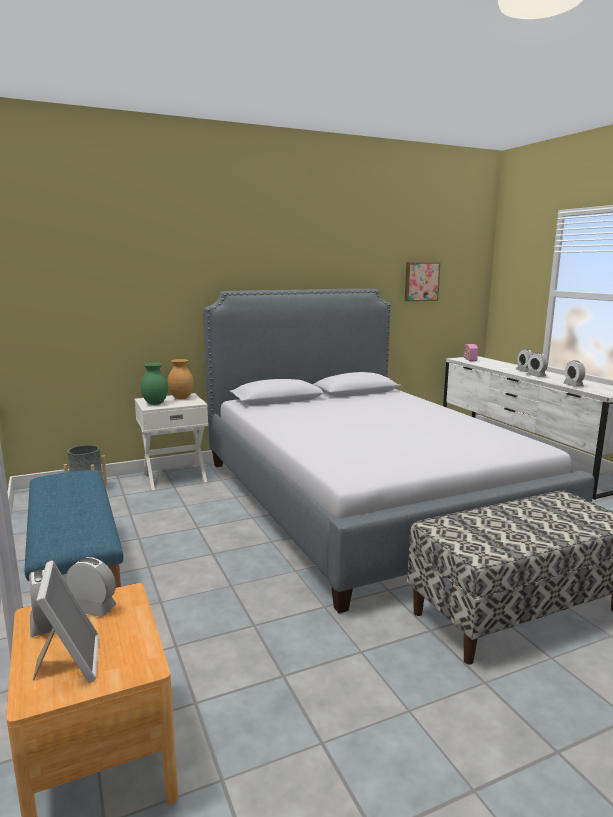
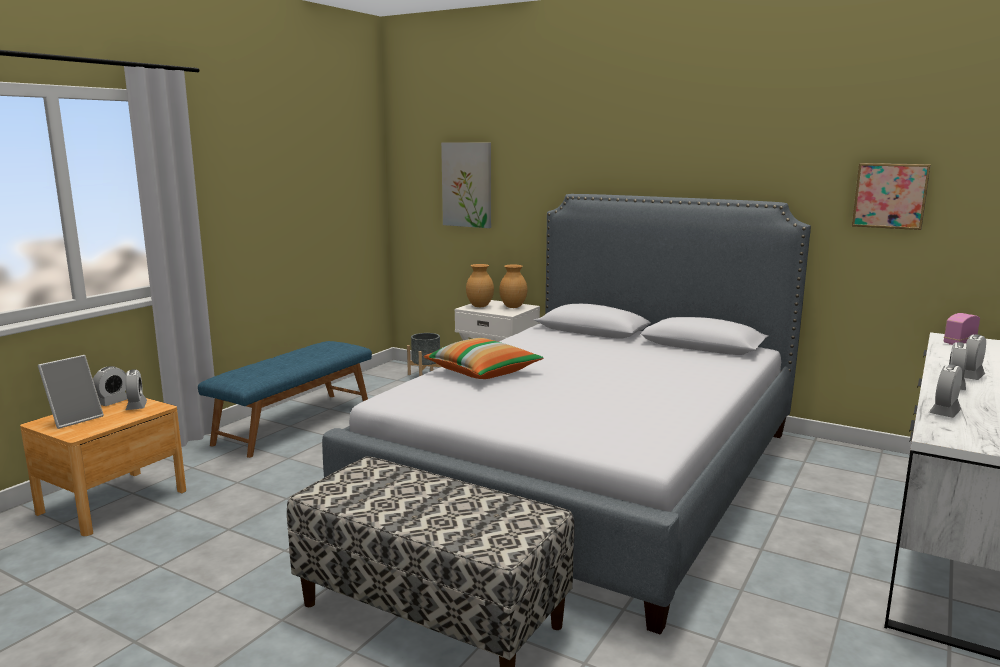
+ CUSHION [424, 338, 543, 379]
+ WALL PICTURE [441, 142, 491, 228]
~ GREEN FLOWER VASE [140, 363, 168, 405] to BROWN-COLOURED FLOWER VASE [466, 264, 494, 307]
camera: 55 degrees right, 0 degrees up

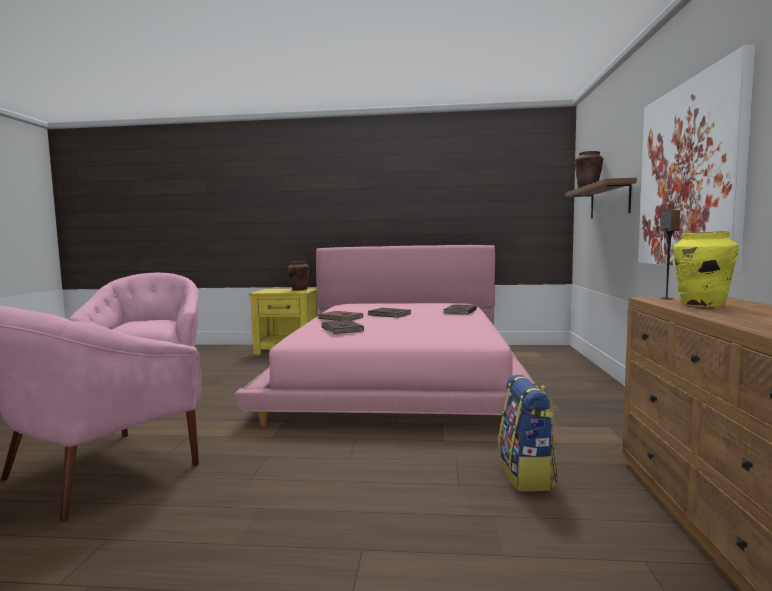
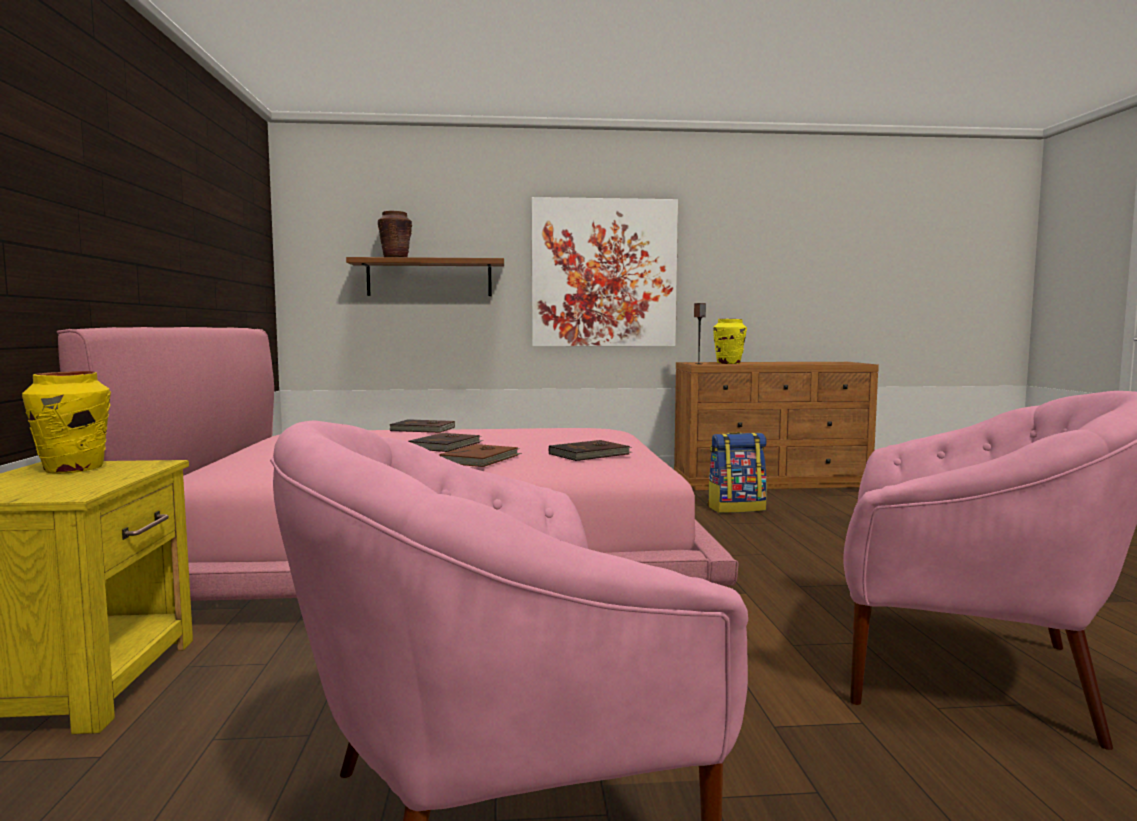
~ BROWN-COLOURED FLOWER VASE [288, 261, 309, 290] to YELLOWISH FLOWER VASE [22, 371, 111, 473]
camera: 100 degrees left, 0 degrees up

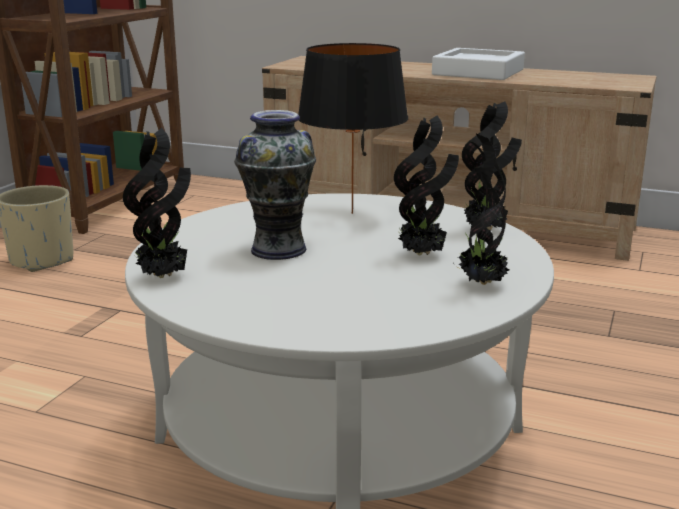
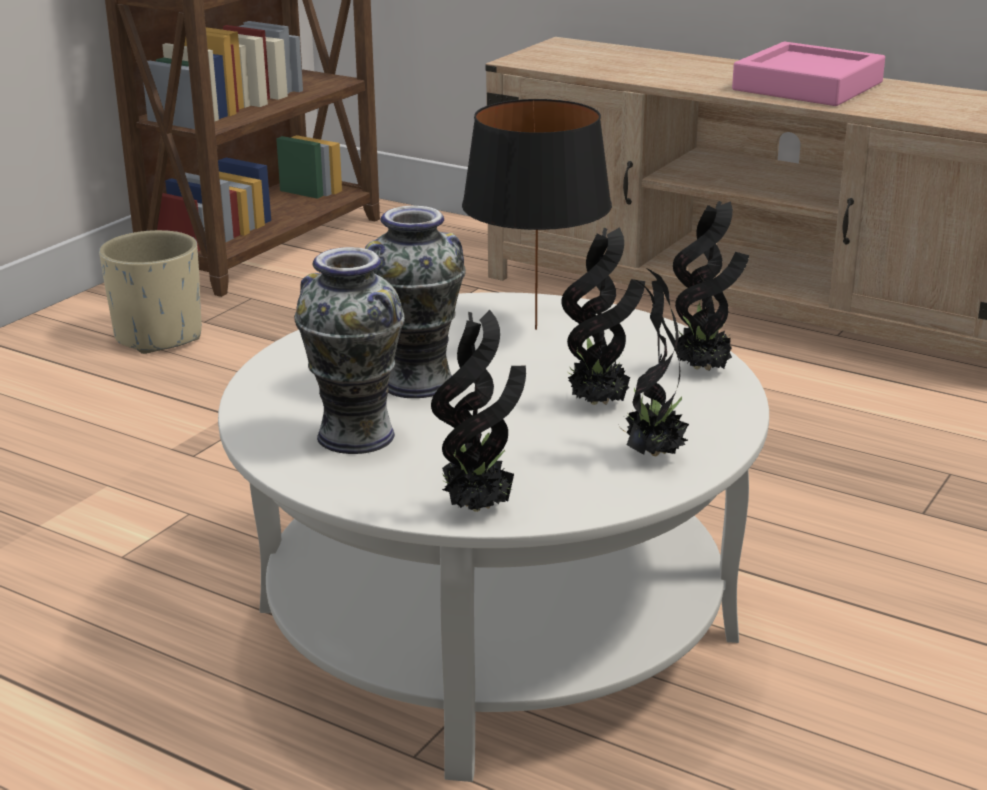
+ FLOWER VASE [294, 247, 405, 454]
~ PLANT IN A POT [123, 128, 191, 278] to [431, 310, 526, 512]
~ WHITE-COLOURED TRAY [432, 48, 525, 80] to PINKISH TRAY [732, 41, 885, 106]
camera: 10 degrees right, 5 degrees up

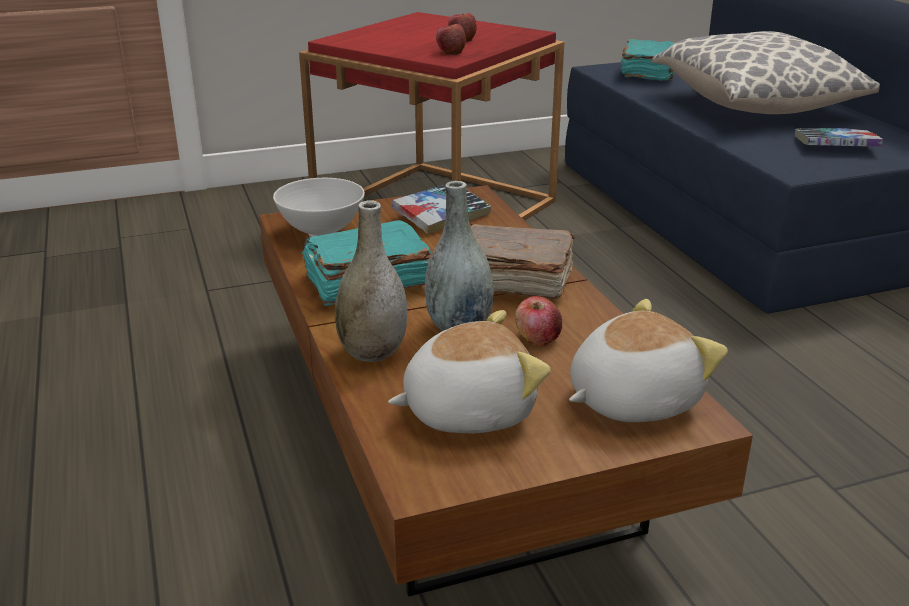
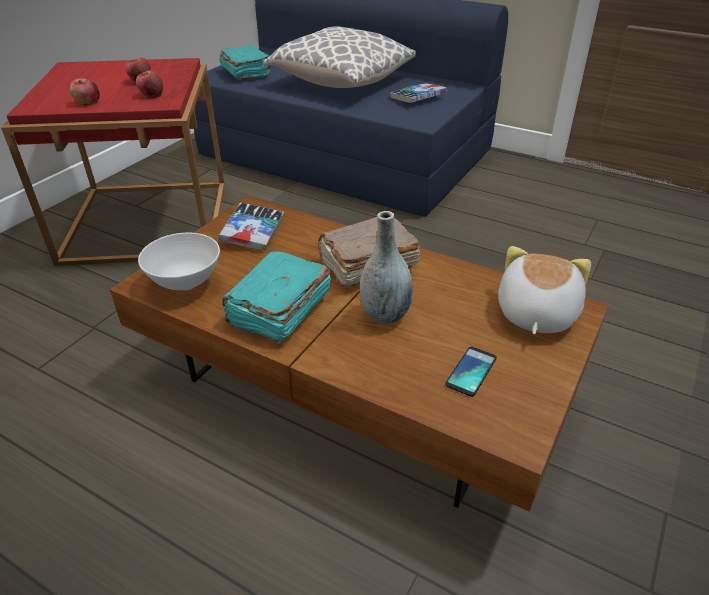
~ APPLE [515, 296, 562, 347] to [69, 78, 100, 106]
~ CUDDLY TOY [388, 310, 551, 433] to HANDSET [445, 347, 497, 397]
- GREYISH FLOWER VASE [335, 200, 407, 362]
camera: 40 degrees left, 10 degrees up

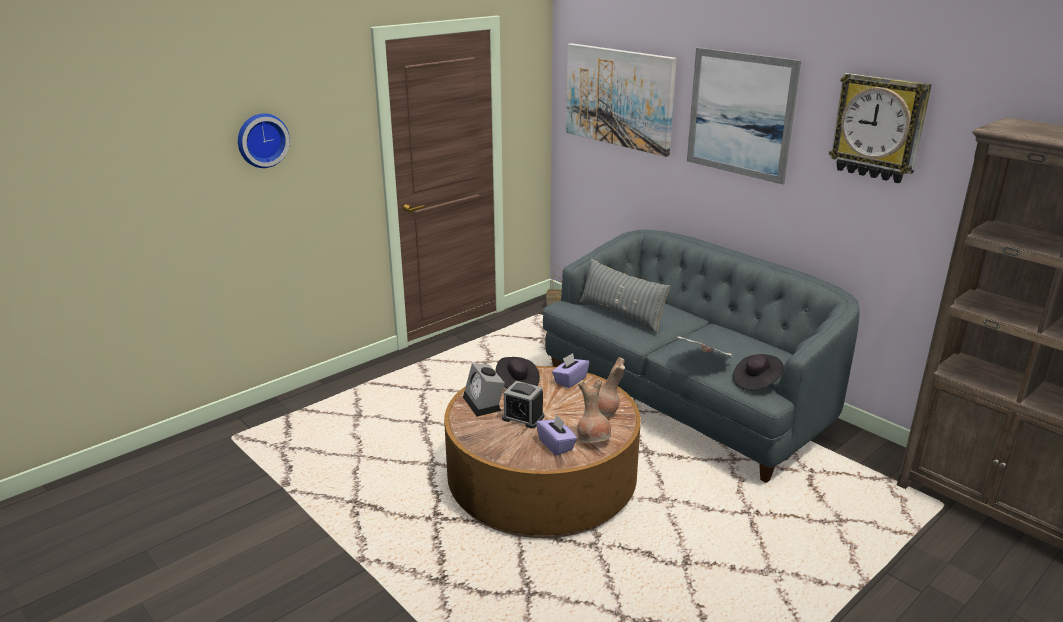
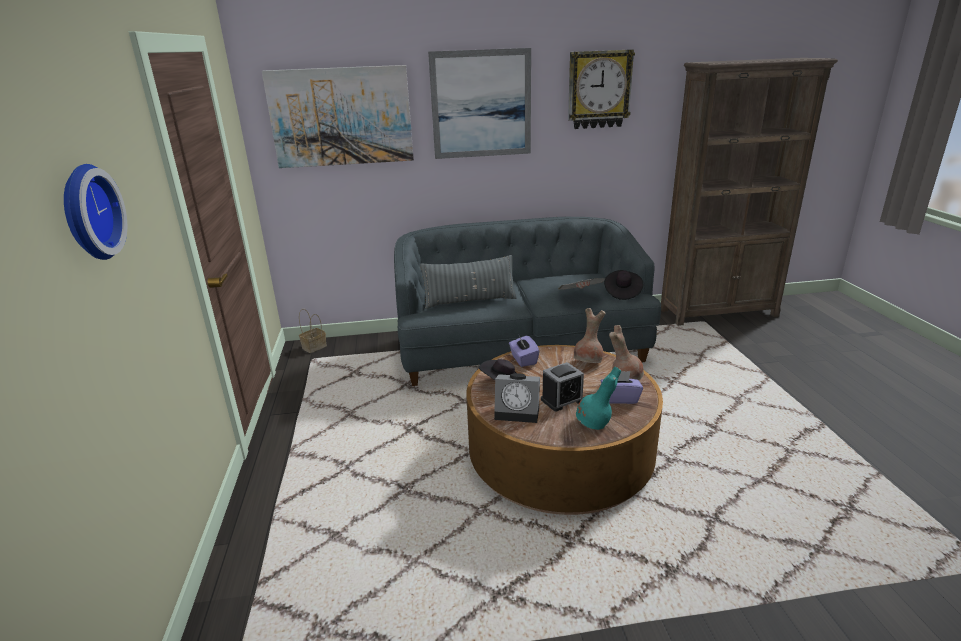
+ TURQUOISE FLOWER VASE [576, 367, 621, 430]
camera: 55 degrees left, 0 degrees up

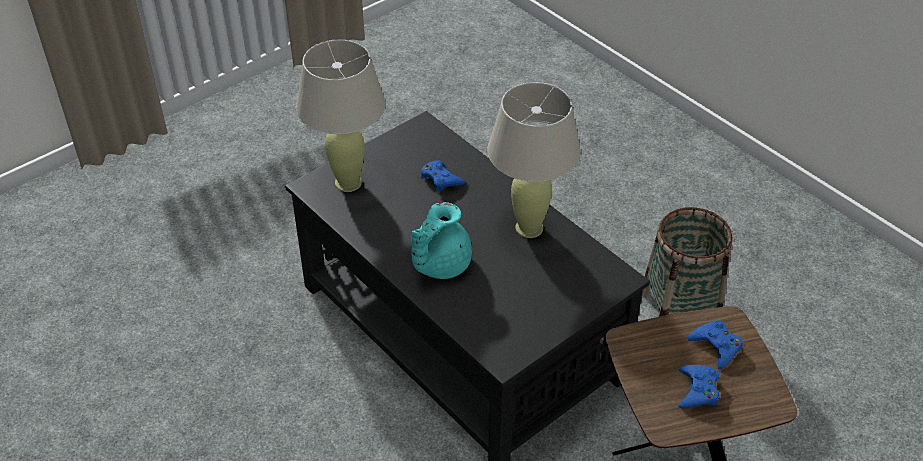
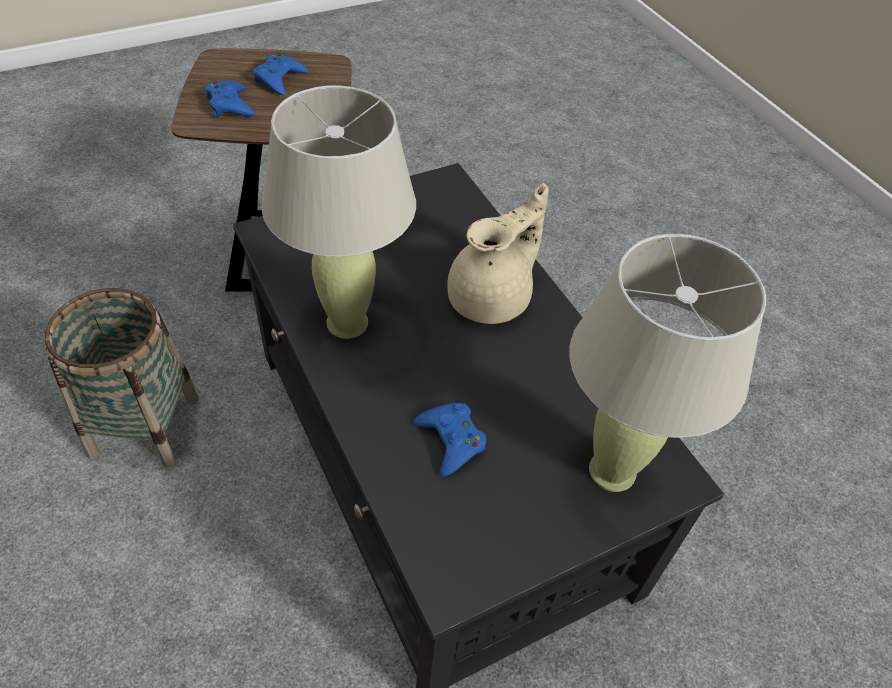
~ TURQUOISE POT FOR TEA [411, 202, 472, 279] to BEIGE-COLOURED POT FOR TEA [447, 183, 549, 324]
camera: 170 degrees left, 5 degrees up

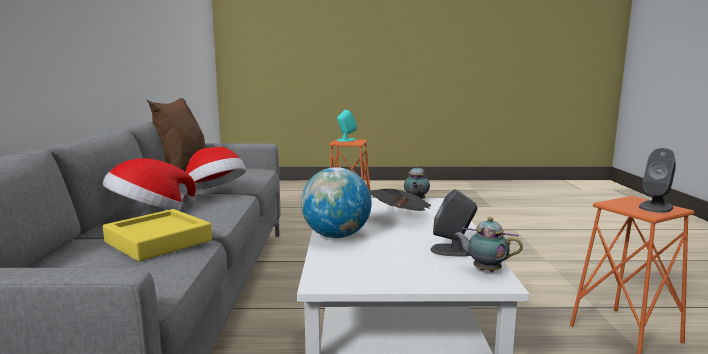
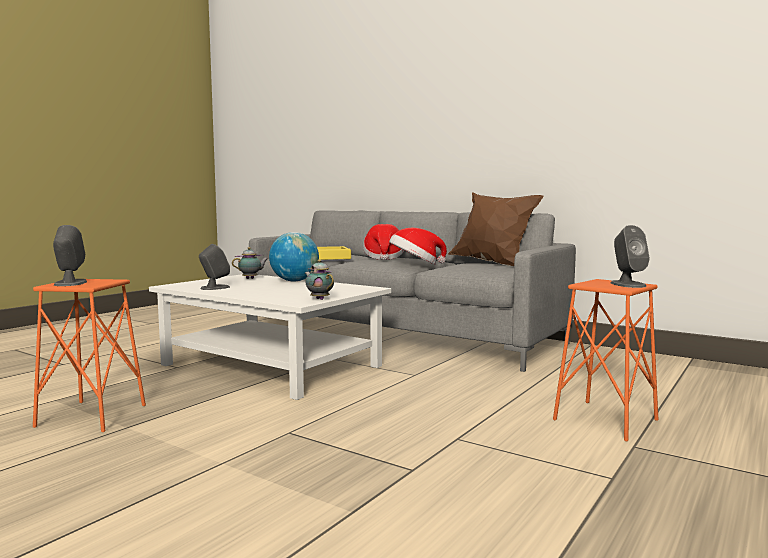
~ POT FOR TEA [454, 217, 523, 272] to [232, 247, 268, 279]
~ TURQUOISE SPEAKER [337, 110, 357, 142] to GREYISH SPEAKER [611, 225, 650, 288]
- DAILY PAPER [370, 189, 431, 211]
camera: 125 degrees right, 5 degrees down

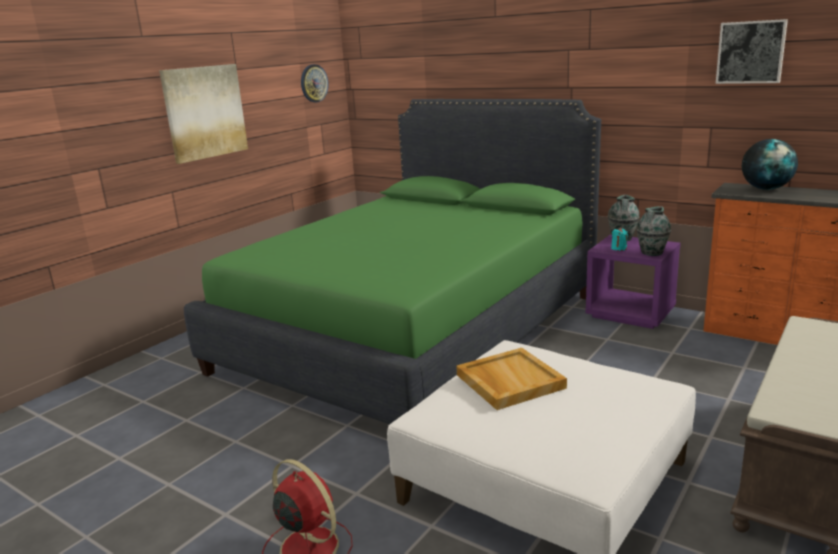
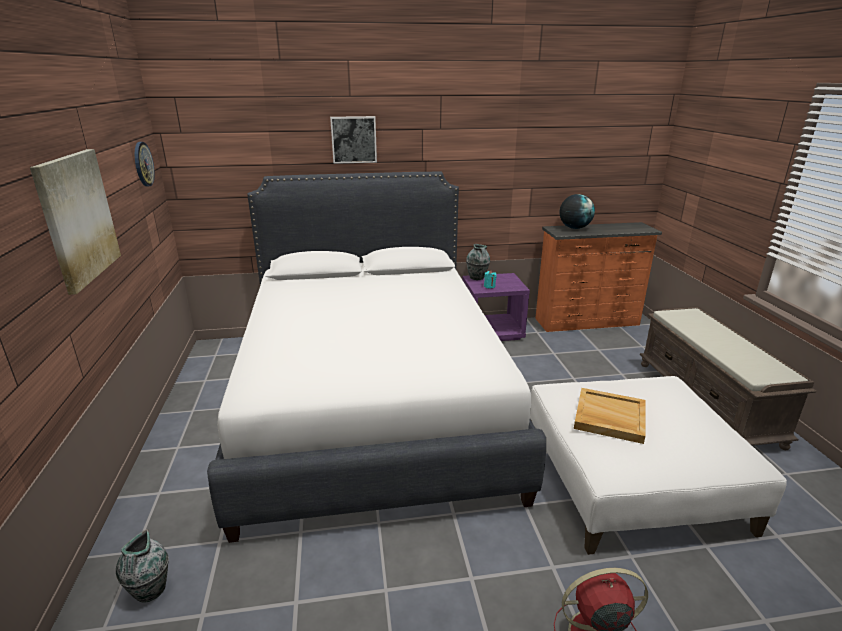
~ FLOWER VASE [636, 206, 671, 256] to [116, 529, 169, 603]
~ GREEN SLEEPING BED [184, 99, 601, 424] to WHITE-COLOURED SLEEPING BED [207, 172, 546, 543]
~ WALL PICTURE [716, 19, 788, 84] to [330, 116, 377, 164]
camera: 45 degrees left, 5 degrees up

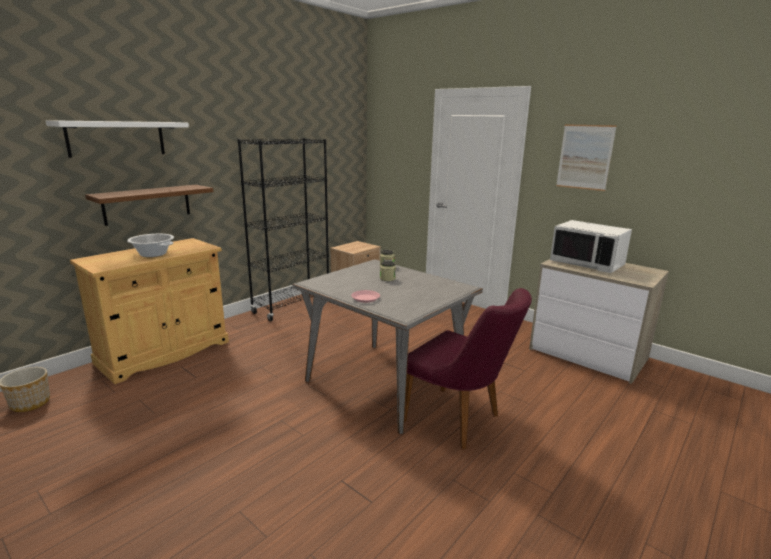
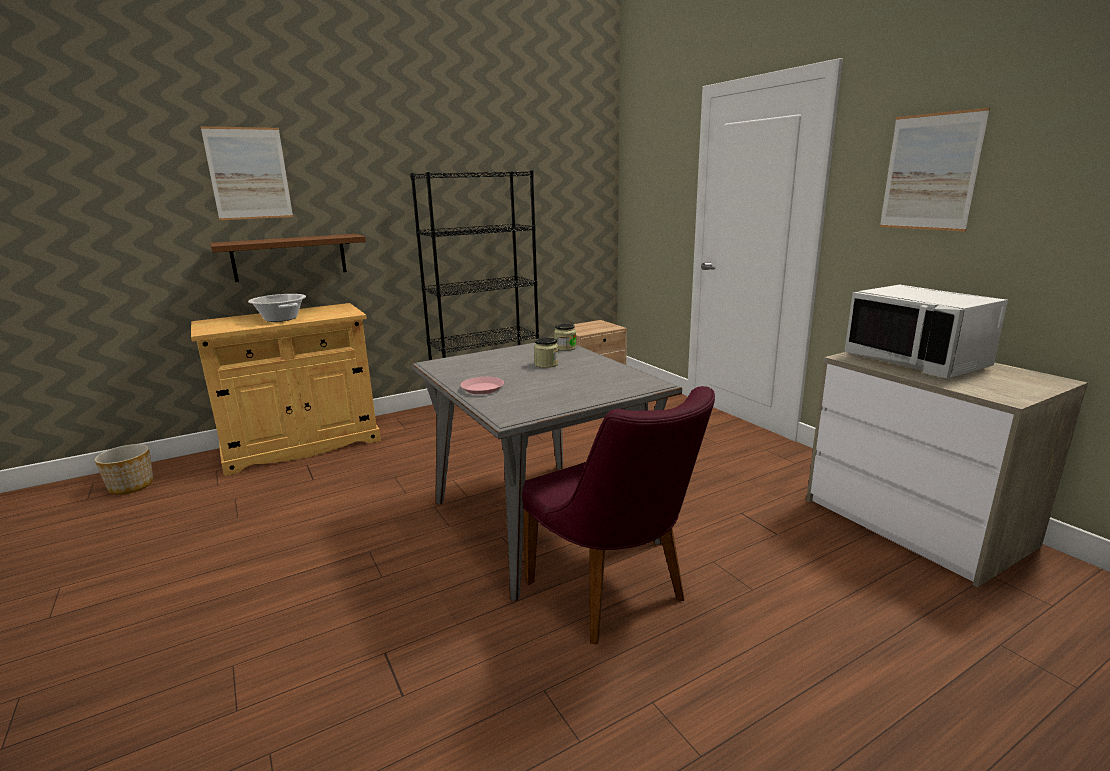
~ WHITE-COLOURED BRACKET SHELF [46, 120, 189, 158] to WALL PICTURE [201, 126, 293, 220]
camera: 20 degrees right, 0 degrees up

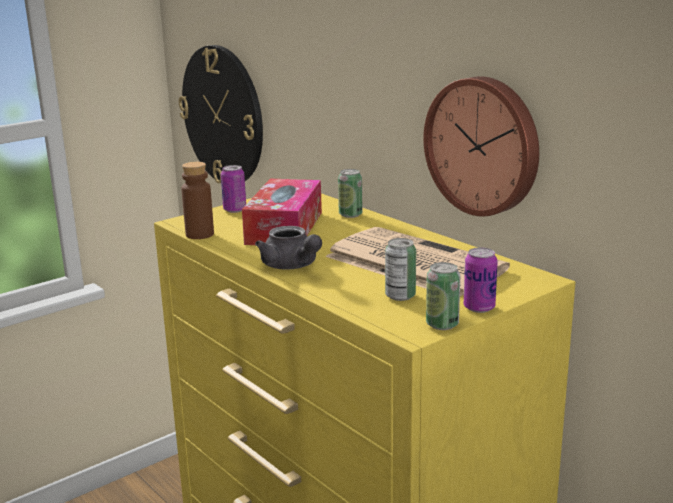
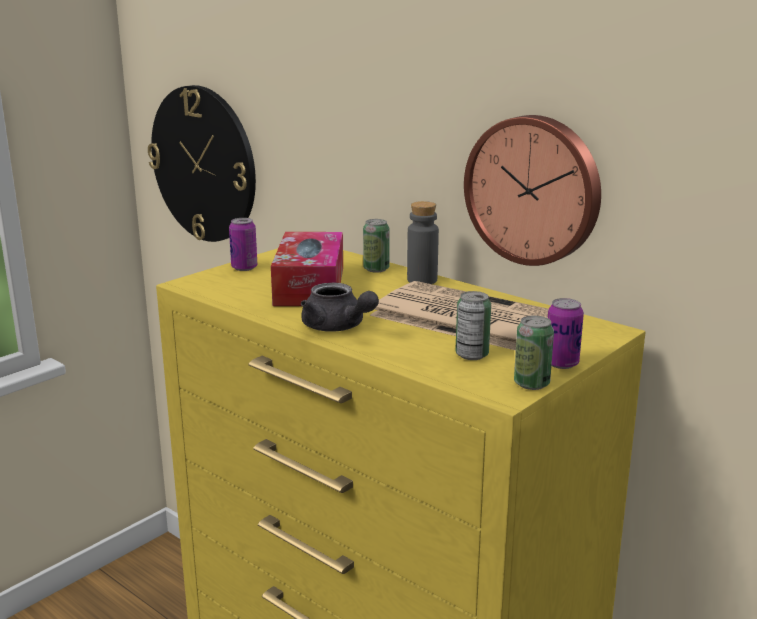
+ GREYISH BEVERAGE BOTTLE [407, 201, 439, 284]
- BROWN-COLOURED BEVERAGE BOTTLE [181, 162, 214, 239]
camera: 10 degrees left, 0 degrees up

